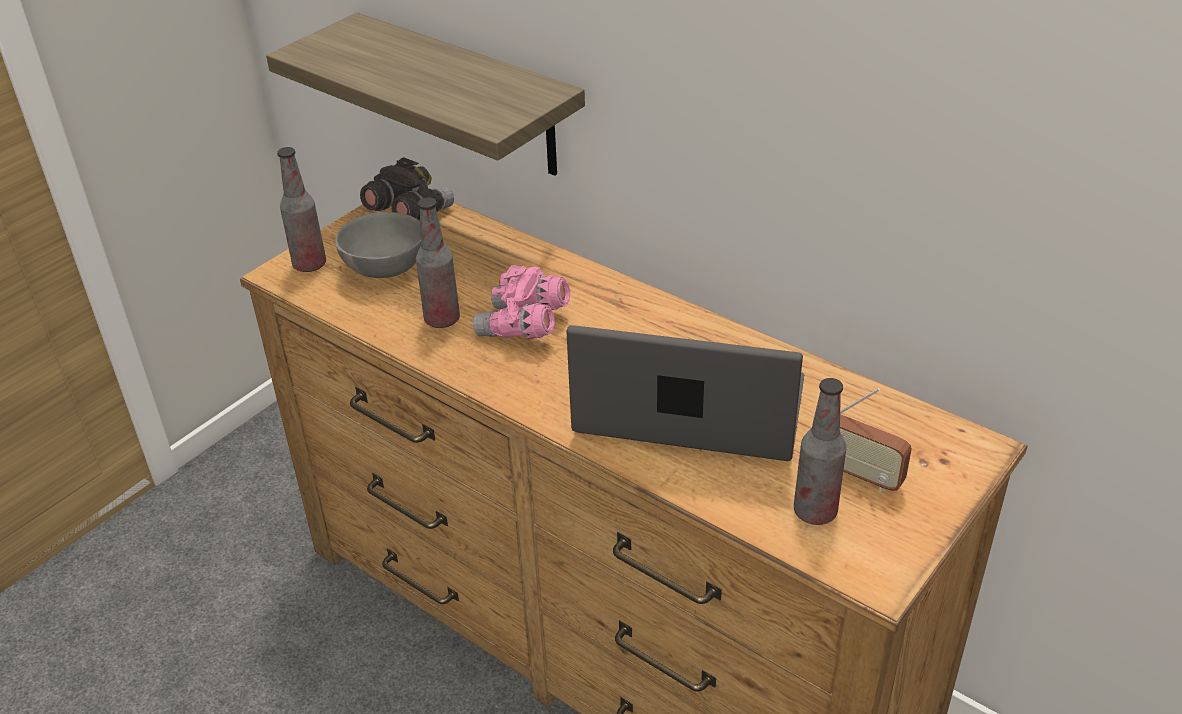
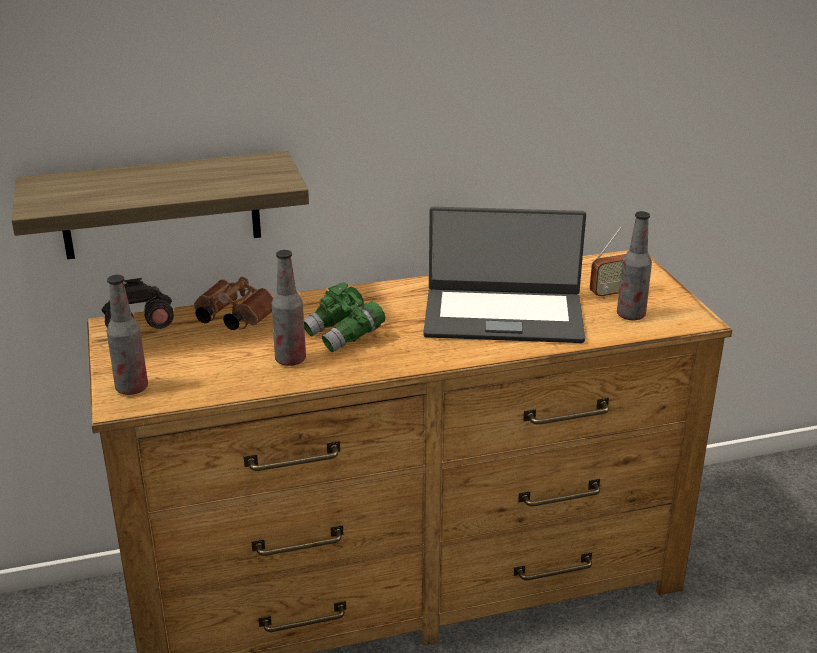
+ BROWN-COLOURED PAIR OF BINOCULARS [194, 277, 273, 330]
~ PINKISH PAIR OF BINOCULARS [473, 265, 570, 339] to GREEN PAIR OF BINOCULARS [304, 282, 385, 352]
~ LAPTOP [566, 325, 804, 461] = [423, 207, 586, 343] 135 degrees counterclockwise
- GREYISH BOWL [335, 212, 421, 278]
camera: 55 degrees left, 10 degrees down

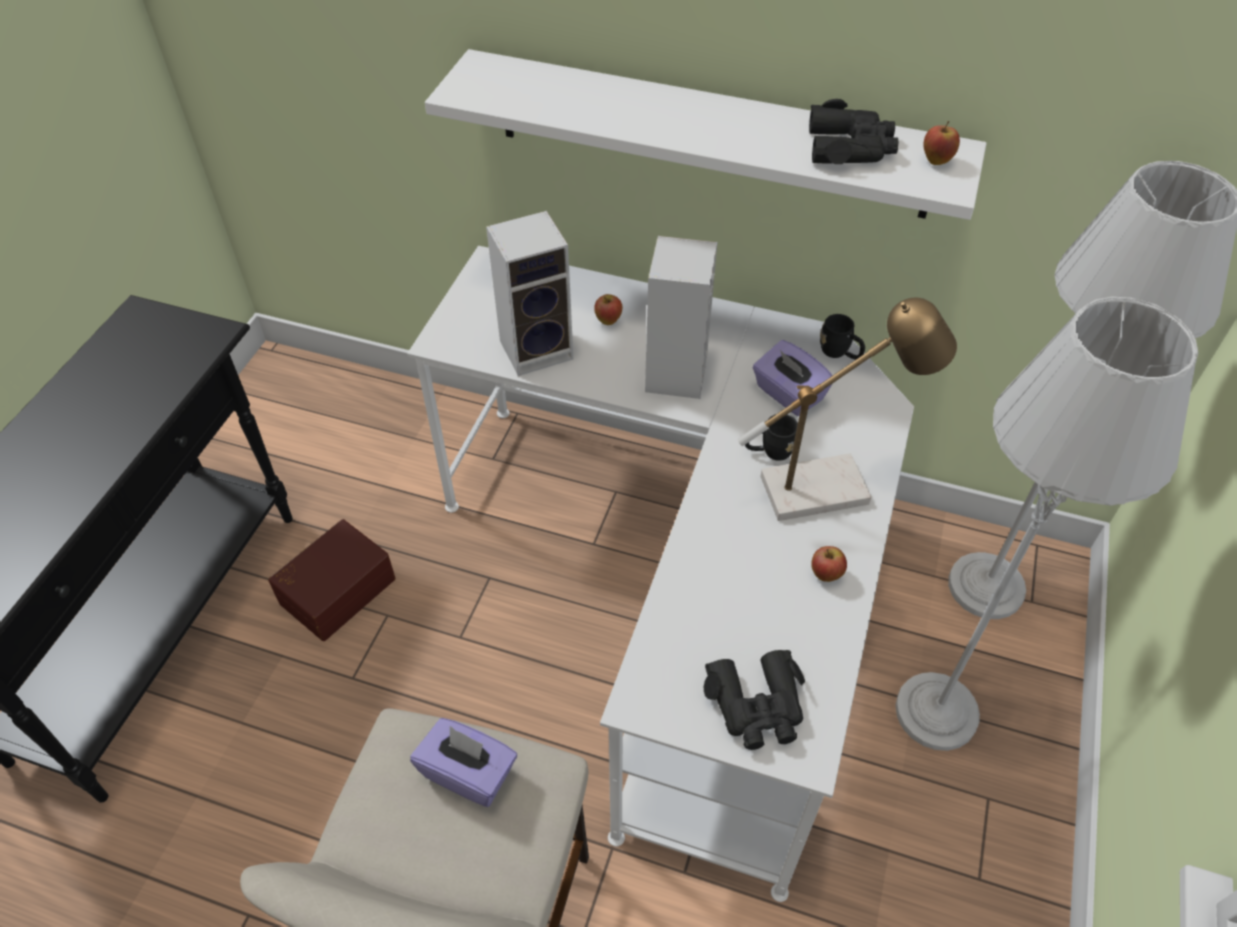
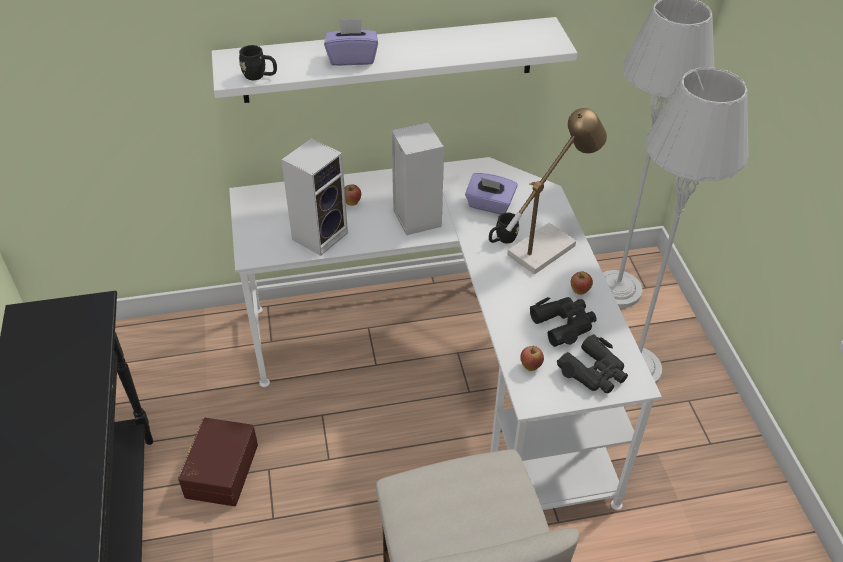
~ BLACKISH TEA MUG [820, 314, 865, 359] to [239, 45, 277, 80]
~ PURPLE-COLOURED TISSUE BOX [410, 718, 517, 807] to [324, 19, 378, 66]
~ APPLE [923, 121, 960, 165] to [520, 346, 544, 371]
~ BLACKISH PAIR OF BINOCULARS [809, 99, 898, 164] to [530, 297, 597, 347]
camera: 30 degrees left, 5 degrees down

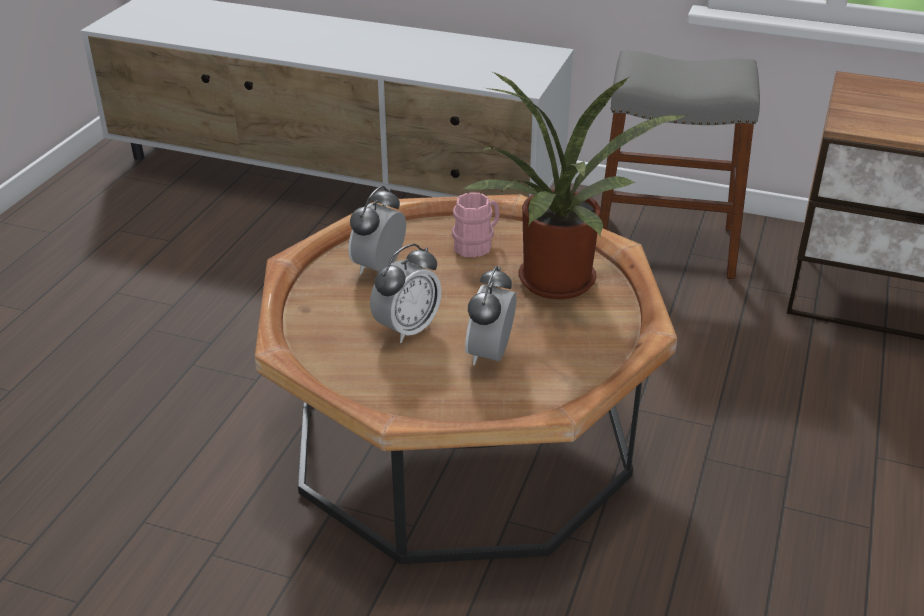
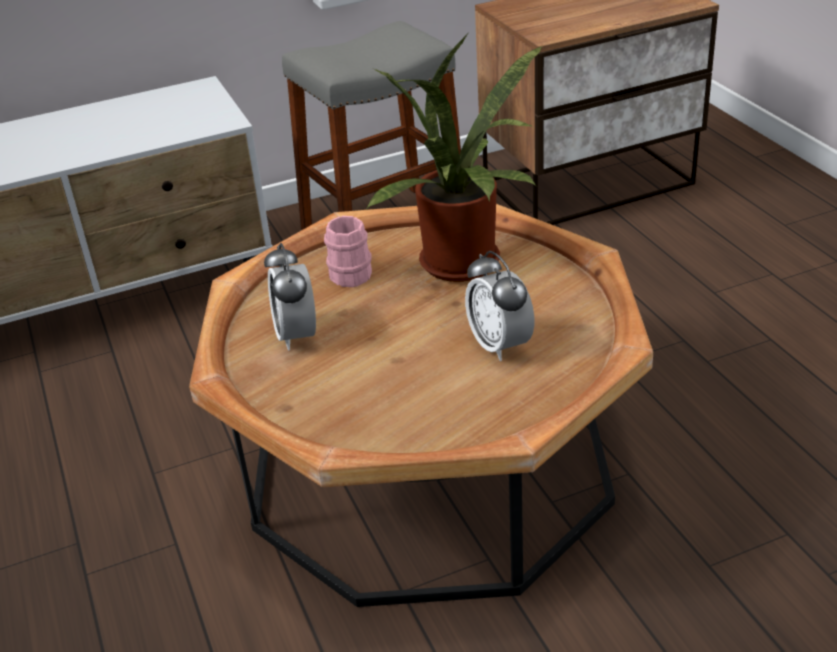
- ALARM CLOCK [370, 244, 441, 343]
camera: 40 degrees left, 0 degrees up

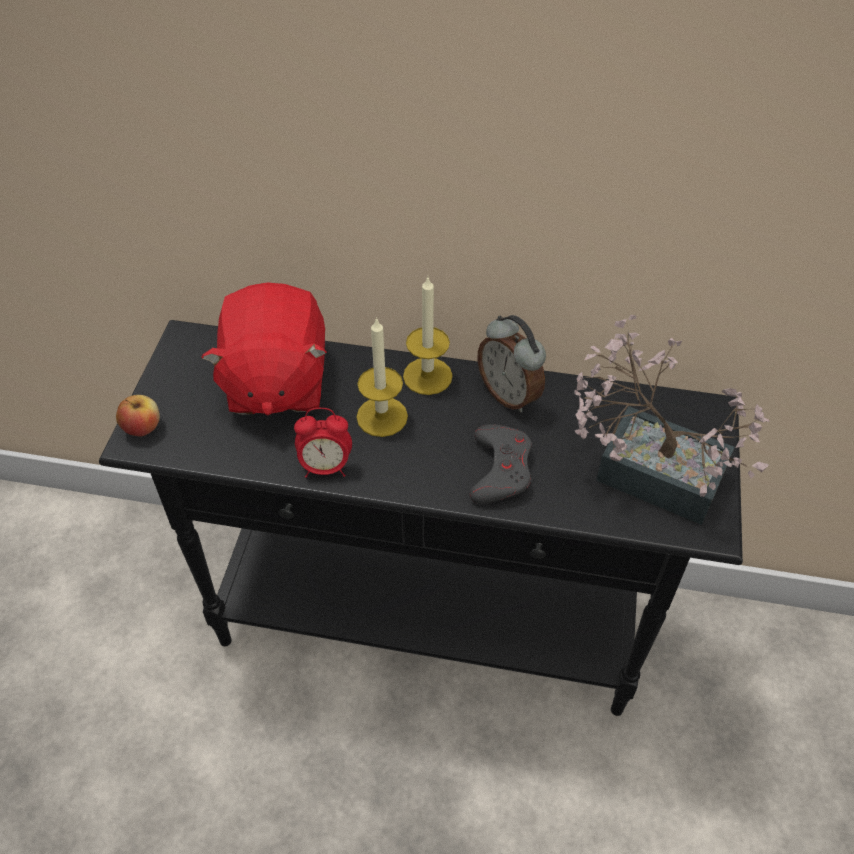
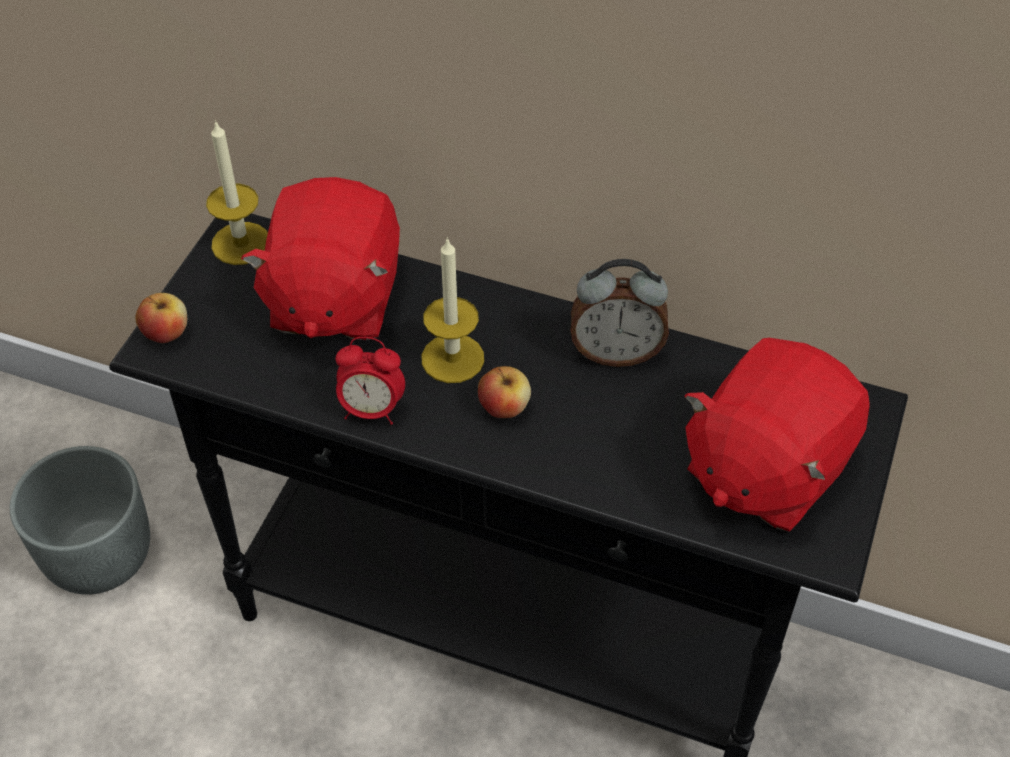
+ GREYISH PLANT POT [10, 446, 150, 595]
~ WAX CANDLE [403, 277, 453, 395] to [206, 120, 268, 265]
+ APPLE [478, 366, 531, 418]
~ ALARM CLOCK [478, 315, 546, 413] = [571, 259, 669, 367] 60 degrees counterclockwise
~ PLANT IN A POT [574, 315, 769, 525] to RED-COLOURED CUDDLY TOY [685, 338, 870, 532]
- GREYISH GAMEPAD [470, 424, 532, 504]
camera: 10 degrees right, 0 degrees up

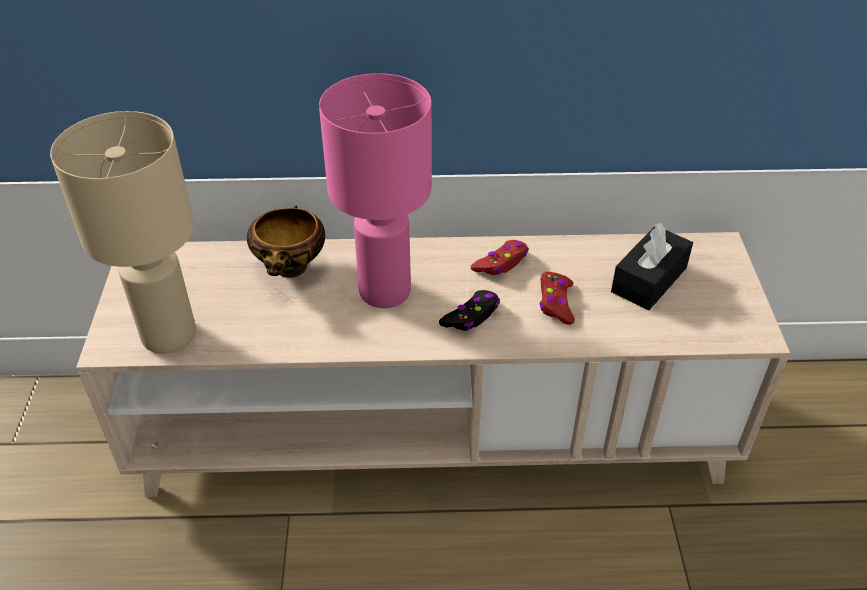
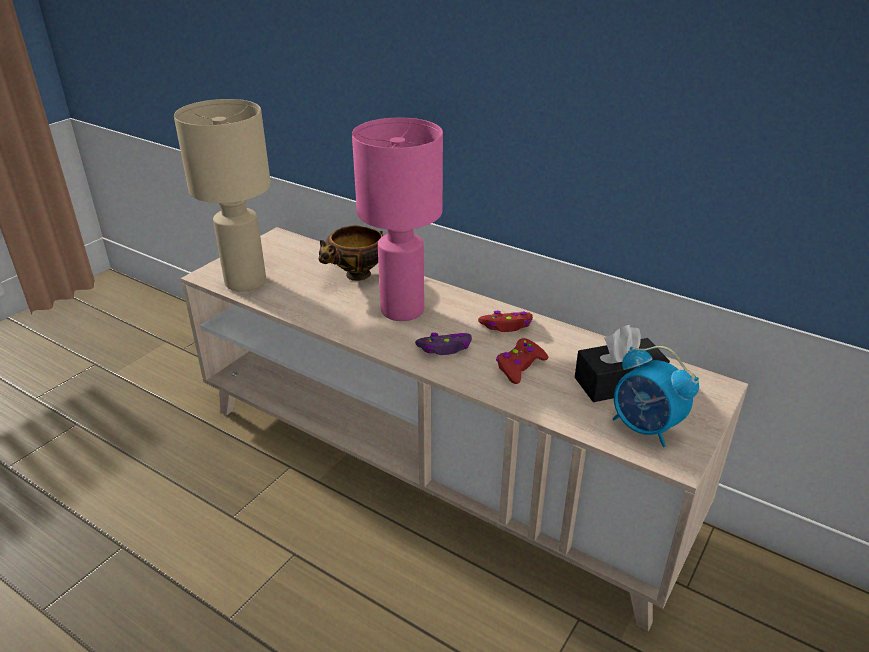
~ BLACKISH GAMEPAD [439, 290, 500, 331] to PURPLE-COLOURED GAMEPAD [415, 333, 472, 355]
+ ALARM CLOCK [613, 346, 699, 447]
camera: 35 degrees right, 10 degrees down

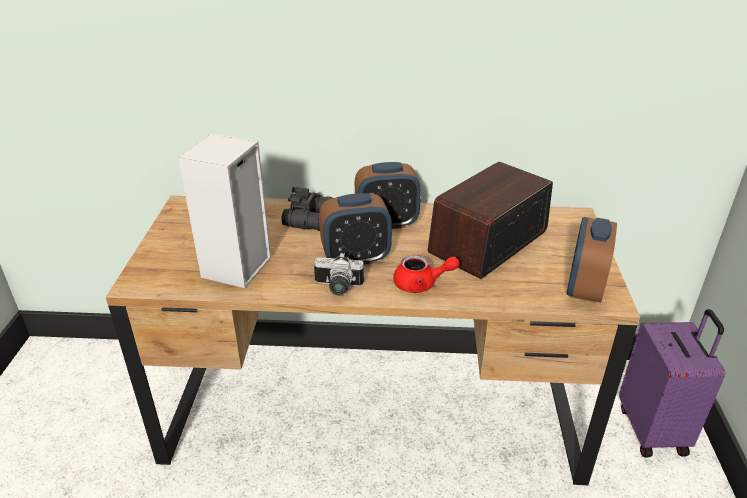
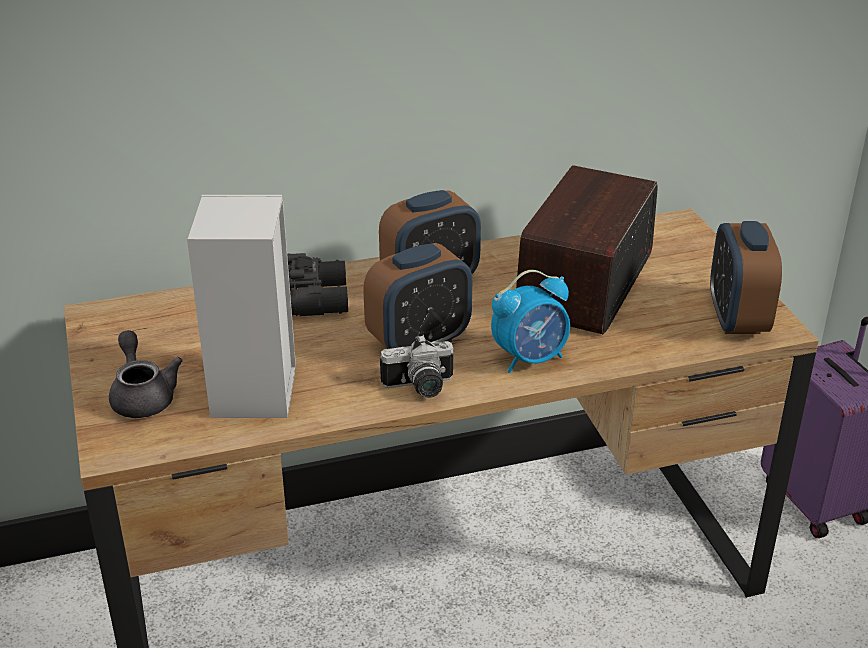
+ GREYISH POT FOR TEA [109, 330, 183, 418]
~ RED-COLOURED POT FOR TEA [393, 255, 460, 293] to ALARM CLOCK [491, 270, 570, 373]
camera: 20 degrees left, 0 degrees up

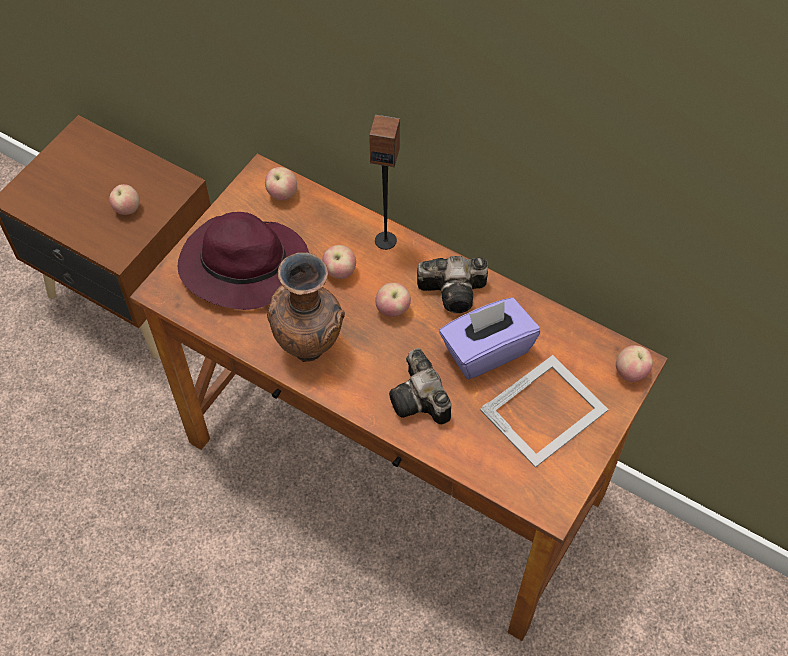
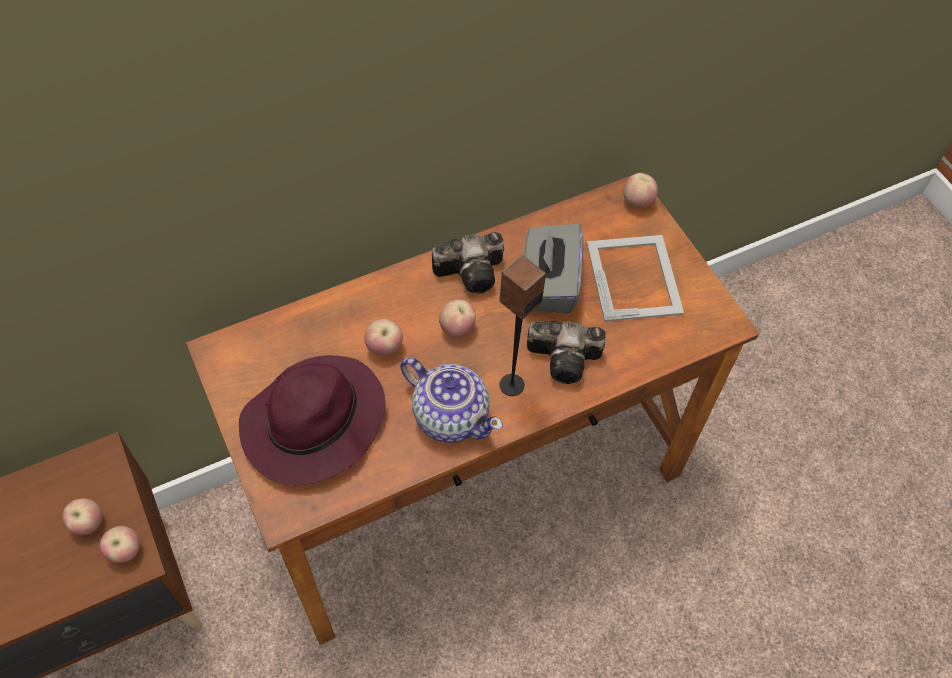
~ APPLE [265, 167, 297, 201] to [100, 526, 140, 563]
~ BROWN-COLOURED FLOWER VASE [267, 252, 345, 362] to POT FOR TEA [400, 357, 503, 443]
~ STILL CAMERA [417, 256, 488, 313] = [432, 232, 504, 294] 45 degrees clockwise
~ SPEAKER [369, 115, 400, 250] to [499, 255, 546, 396]
~ PURPLE-COLOURED TISSUE BOX [439, 298, 540, 379] to GREYISH TISSUE BOX [523, 224, 583, 313]
camera: 60 degrees left, 0 degrees up

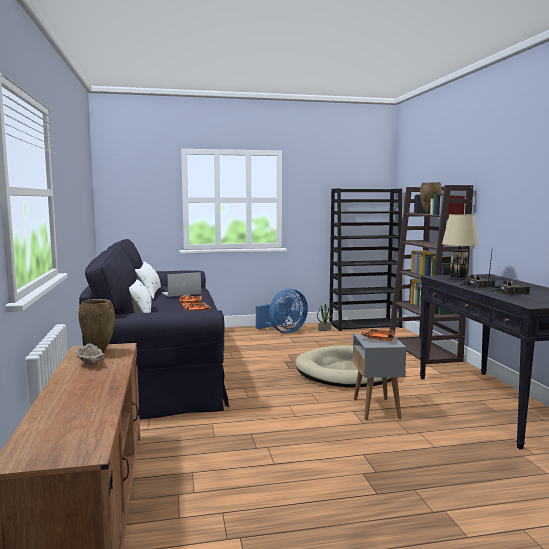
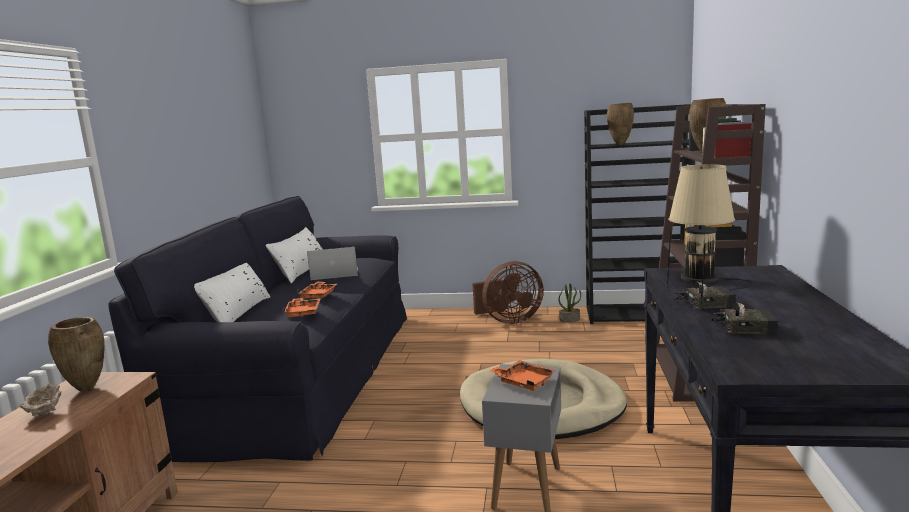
~ BLUE FAN [256, 289, 308, 333] to BROWN-COLOURED FAN [472, 261, 544, 324]
+ BROWN-COLOURED FLOWER VASE [607, 103, 634, 145]
camera: 20 degrees right, 5 degrees up

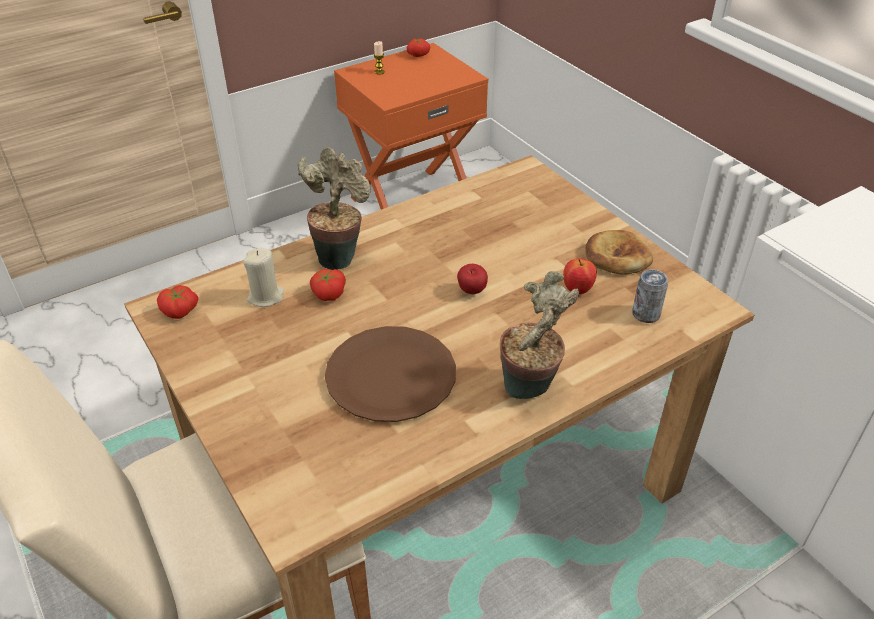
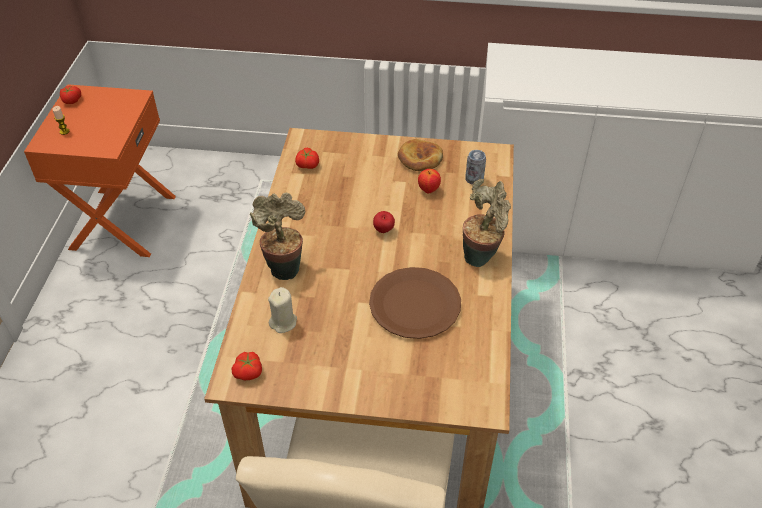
~ TOMATO [310, 269, 346, 301] to [295, 148, 319, 169]
camera: 50 degrees left, 5 degrees up

